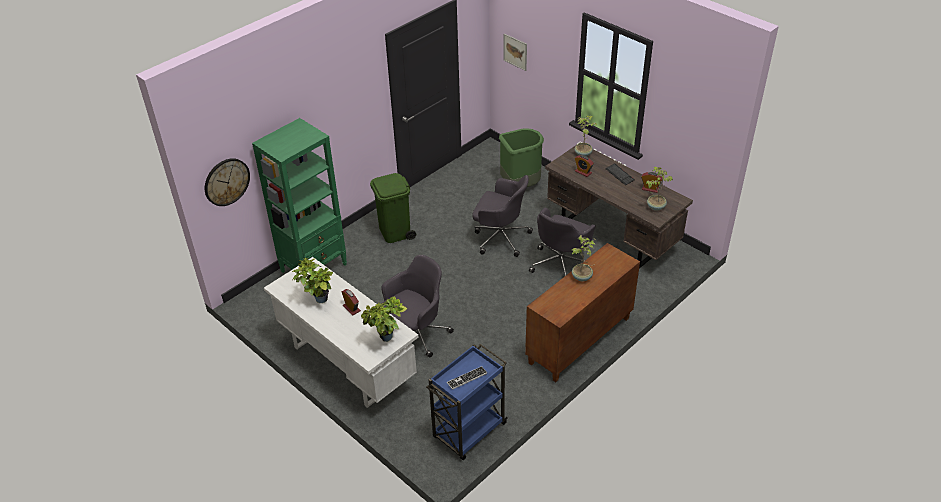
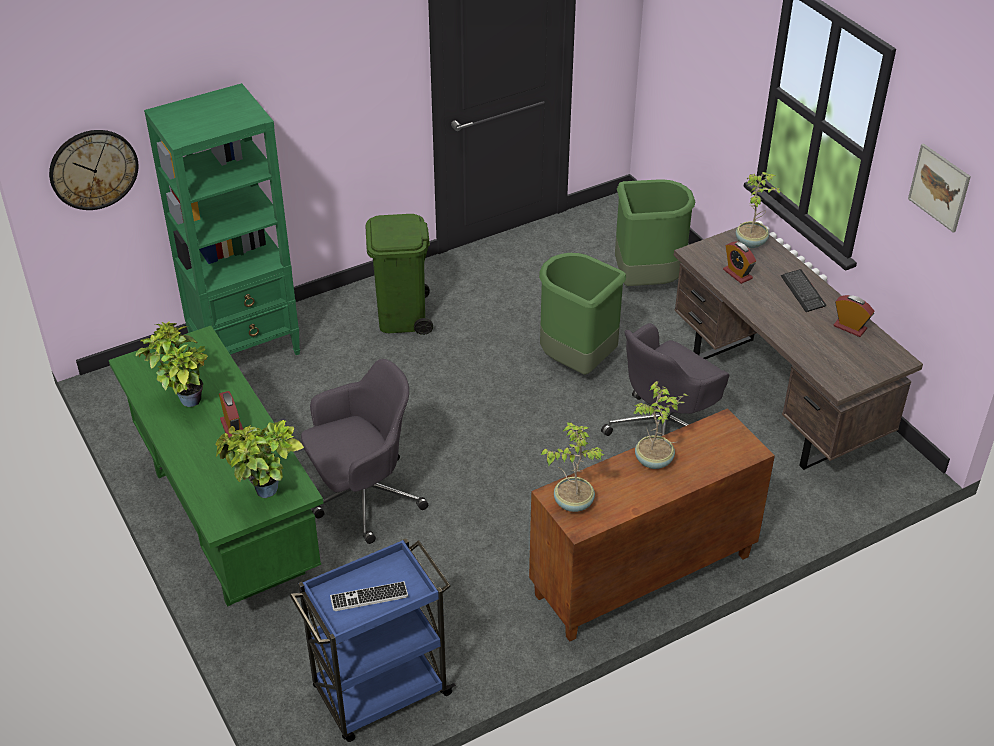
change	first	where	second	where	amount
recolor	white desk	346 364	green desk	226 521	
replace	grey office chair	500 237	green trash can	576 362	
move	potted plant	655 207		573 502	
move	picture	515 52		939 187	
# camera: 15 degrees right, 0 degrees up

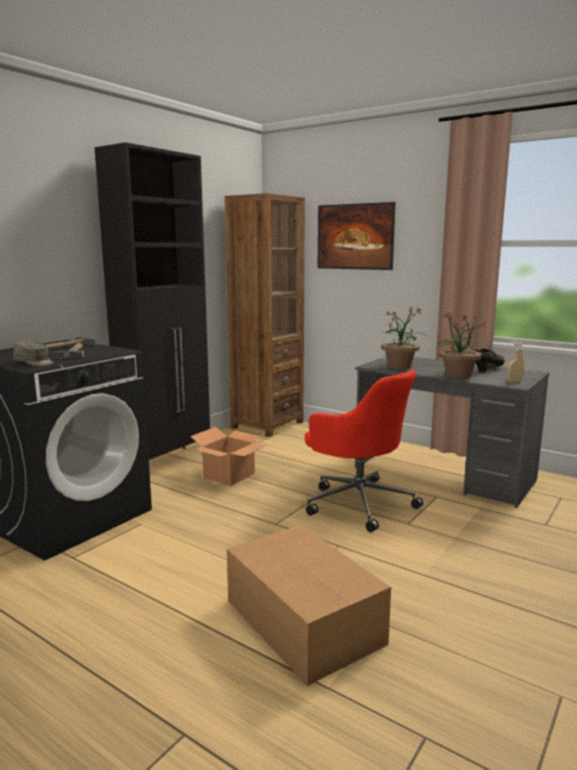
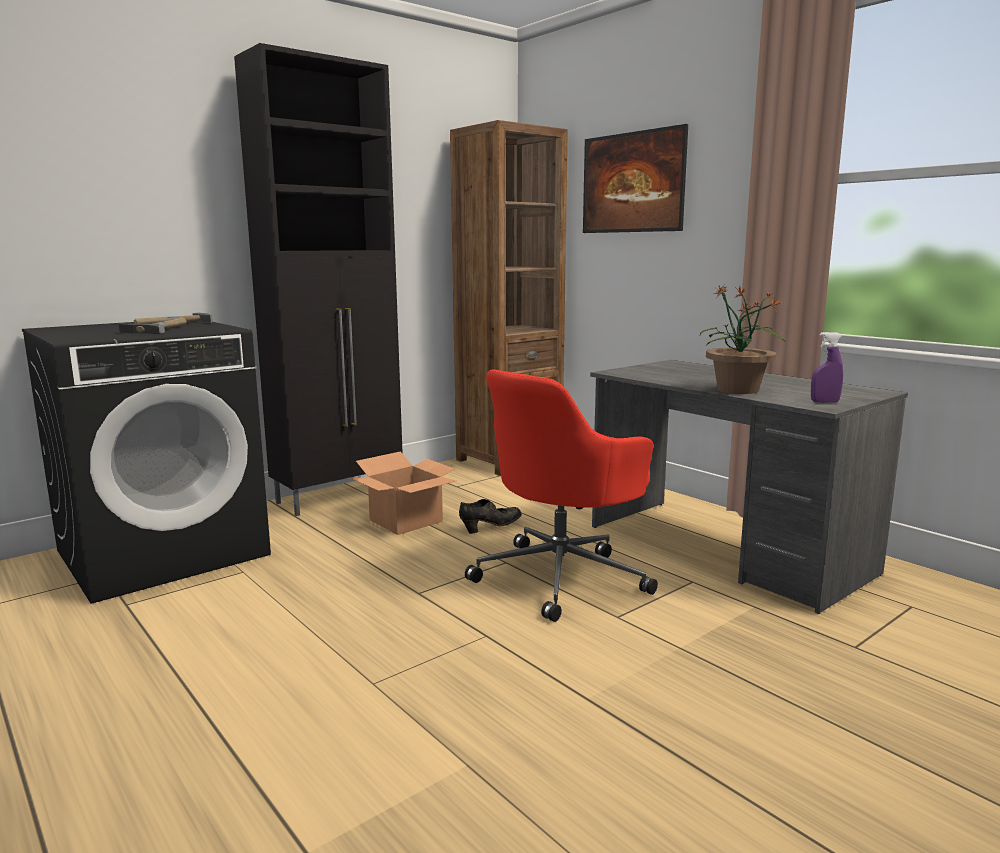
change	first	where	second	where	amount
move	black shoe	488 369		491 528	
rotate	red office chair	358 502		562 577	75 degrees clockwise
recolor	beige spray bottle	514 382	purple spray bottle	824 402	
delete	grey cap	35 363			
delete	cardboard box	304 623			
delete	potted plant	399 366			
# camera: 15 degrees right, 0 degrees up

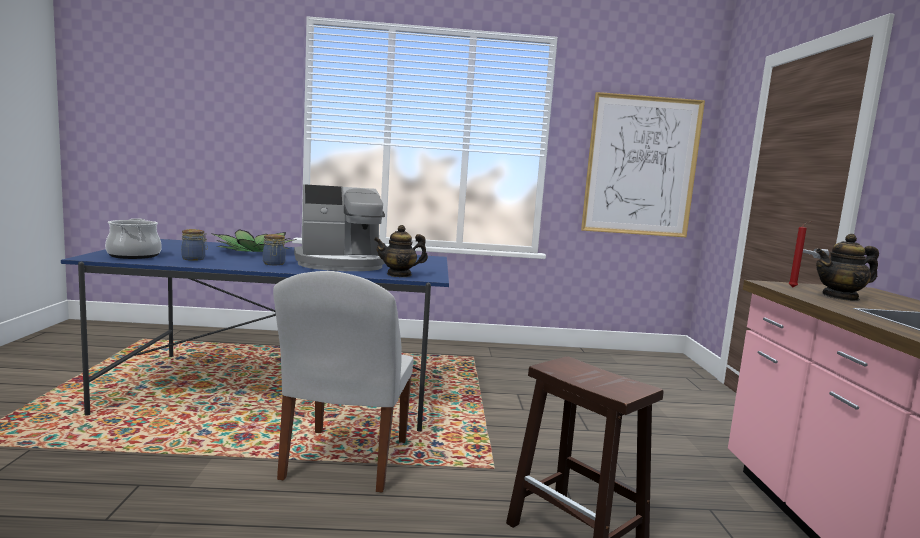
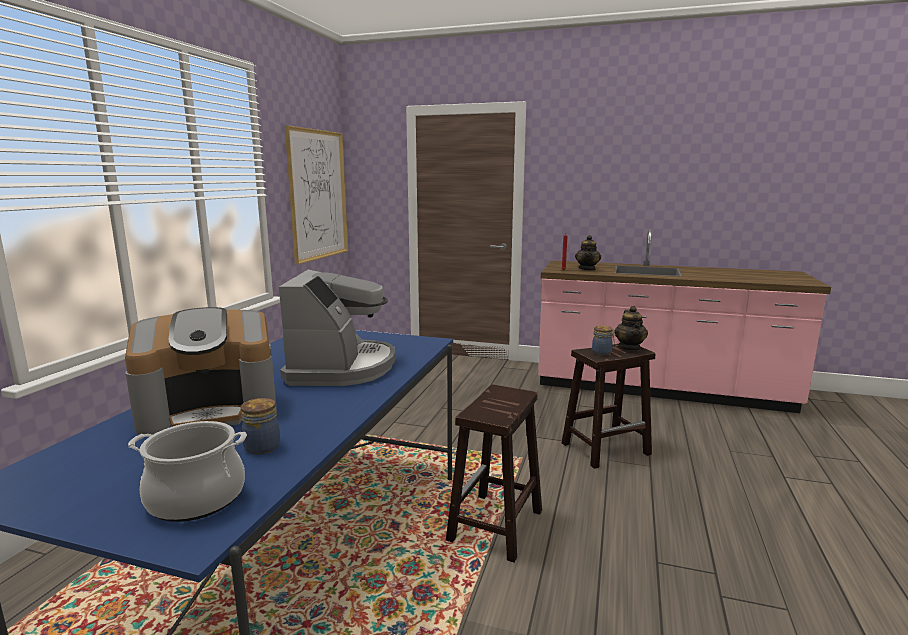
change	first	where	second	where	amount
replace	potted plant	254 251	coffee machine	211 409	
replace	white chair	344 461	brown stool	495 526	
move	jar	274 264		602 352	
move	teapot	399 275		629 348	
# camera: 70 degrees left, 5 degrees up

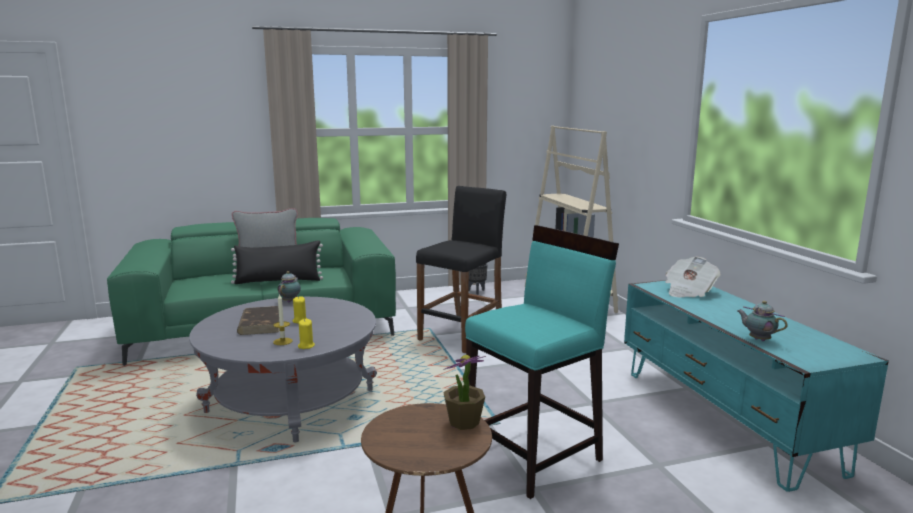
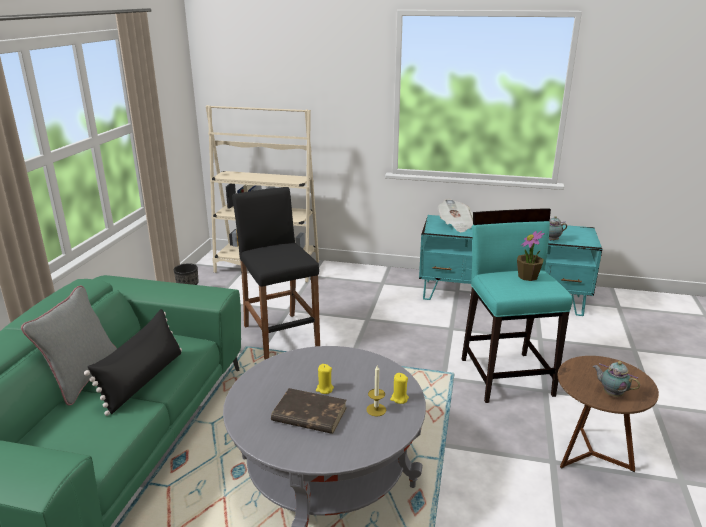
change	first	where	second	where	amount
move	potted plant	463 422		528 276	
move	teapot	290 301		611 393	
# camera: 60 degrees left, 10 degrees up

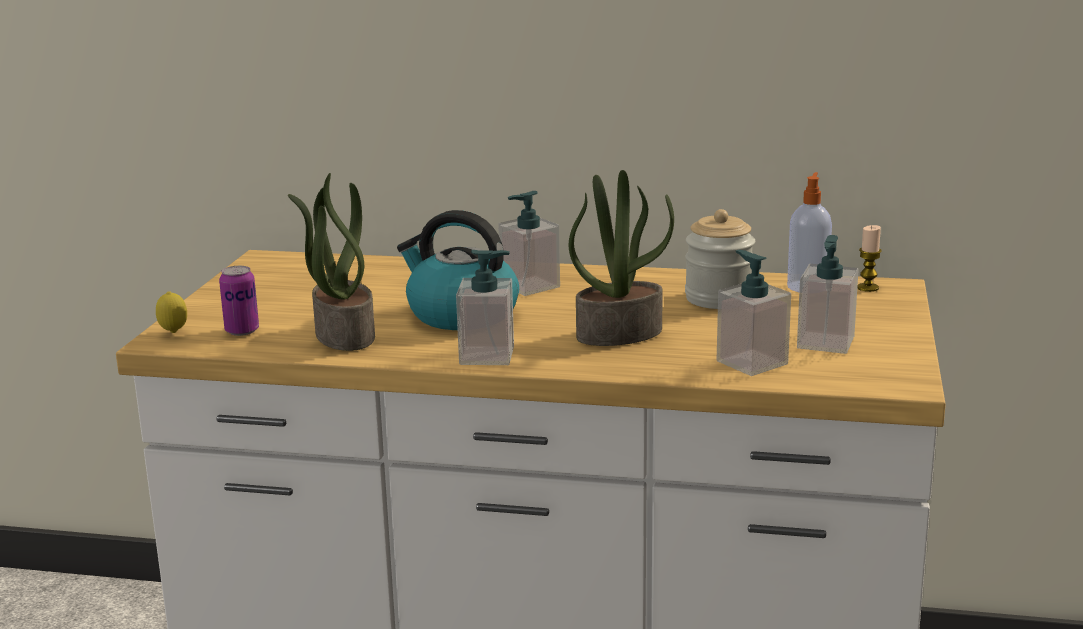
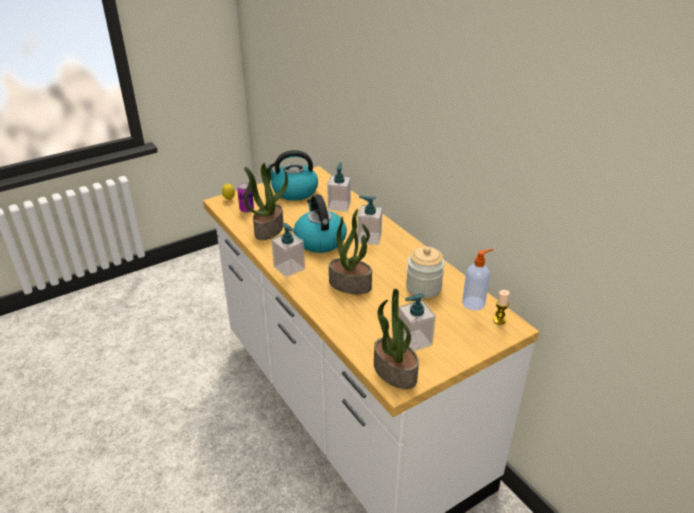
change	first	where	second	where	amount
insert			kettle	294 191	
move	soap dispenser	751 362		339 205	
insert			potted plant	393 372	
# camera: 45 degrees right, 15 degrees up

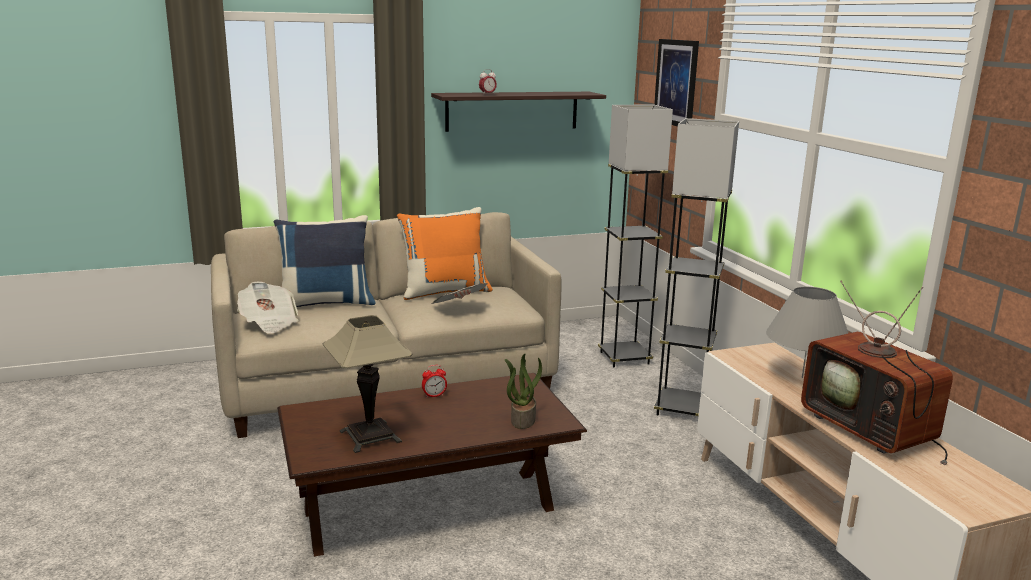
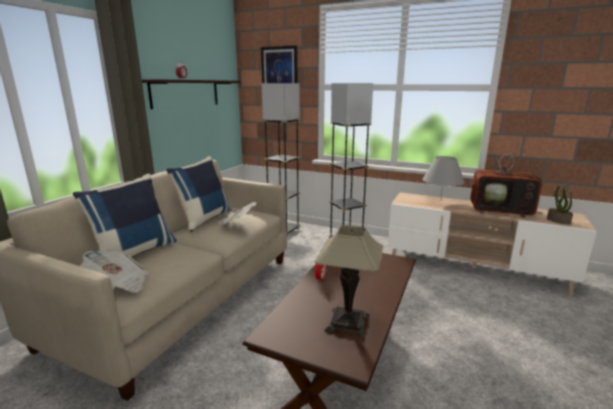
change	first	where	second	where	amount
recolor	orange pillow	445 291	blue pillow	204 219	
move	potted plant	522 419		558 221	
# camera: 45 degrees left, 0 degrees up

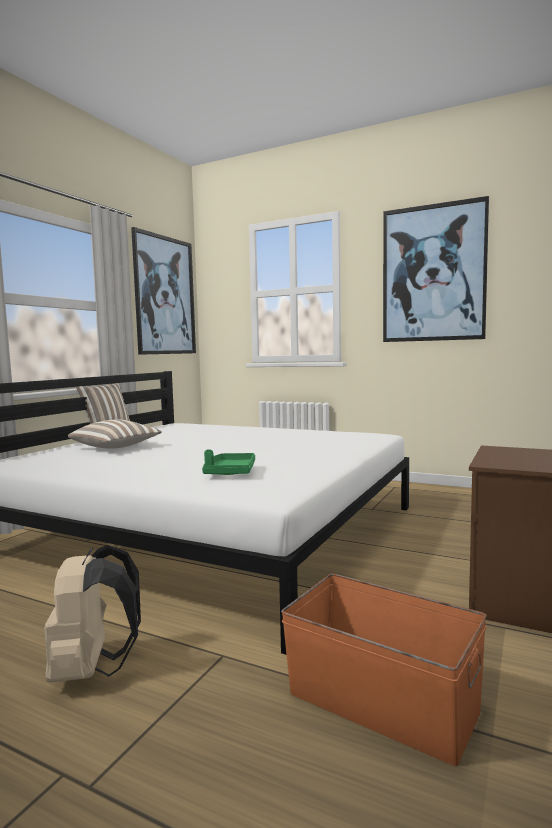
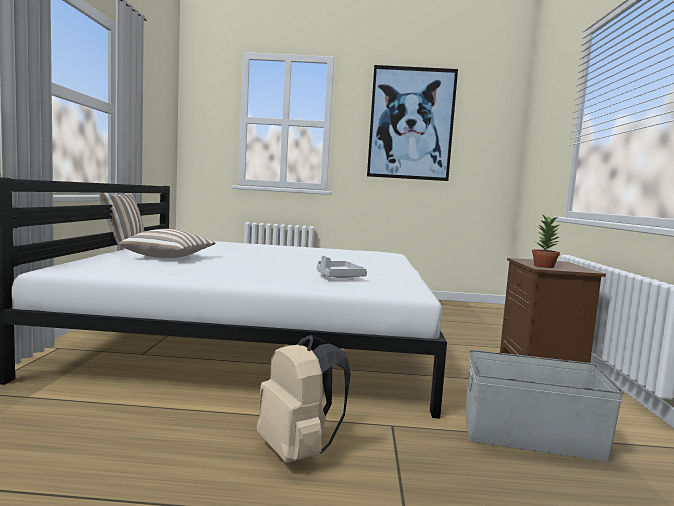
change	first	where	second	where	amount
recolor	green tray	230 472	grey tray	337 277	
recolor	orange storage box	382 703	grey storage box	532 436	
insert			potted plant	543 266	
delete	picture	165 295			
# camera: 25 degrees left, 0 degrees up

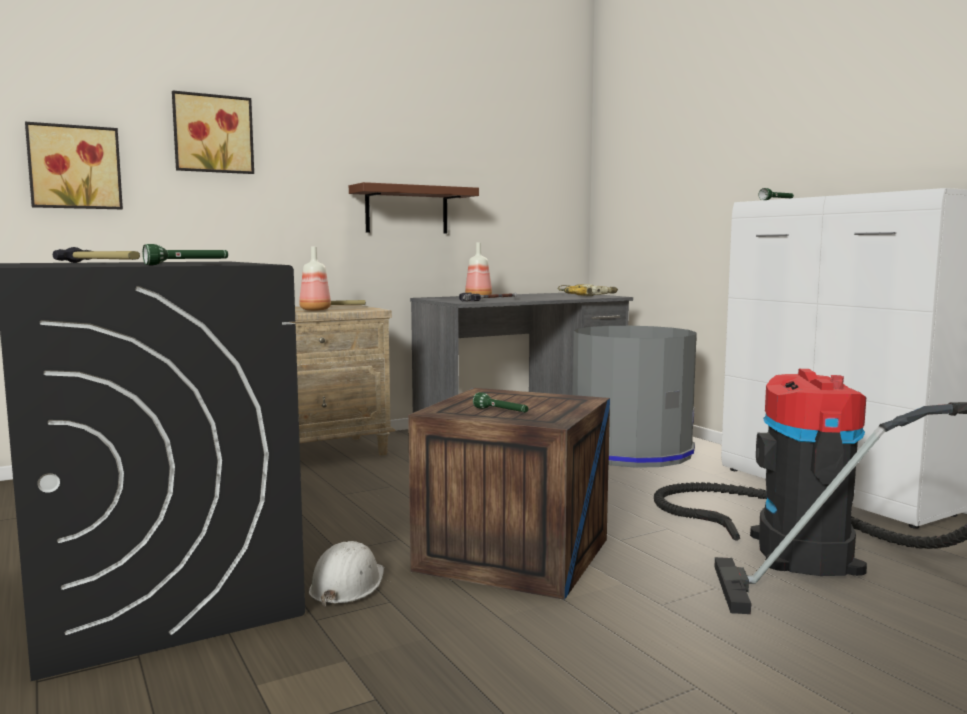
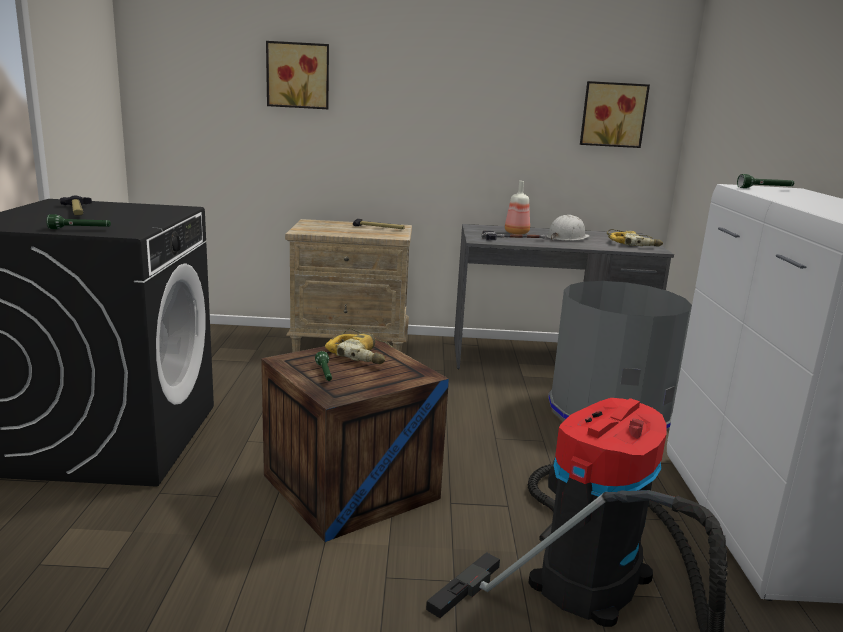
change	first	where	second	where	amount
insert			power drill	361 354	
move	white hard hat	347 585		567 238	
move	picture	75 167		613 114	
delete	bottle	315 310			
delete	brown shelf	407 210			
# camera: 30 degrees right, 10 degrees up

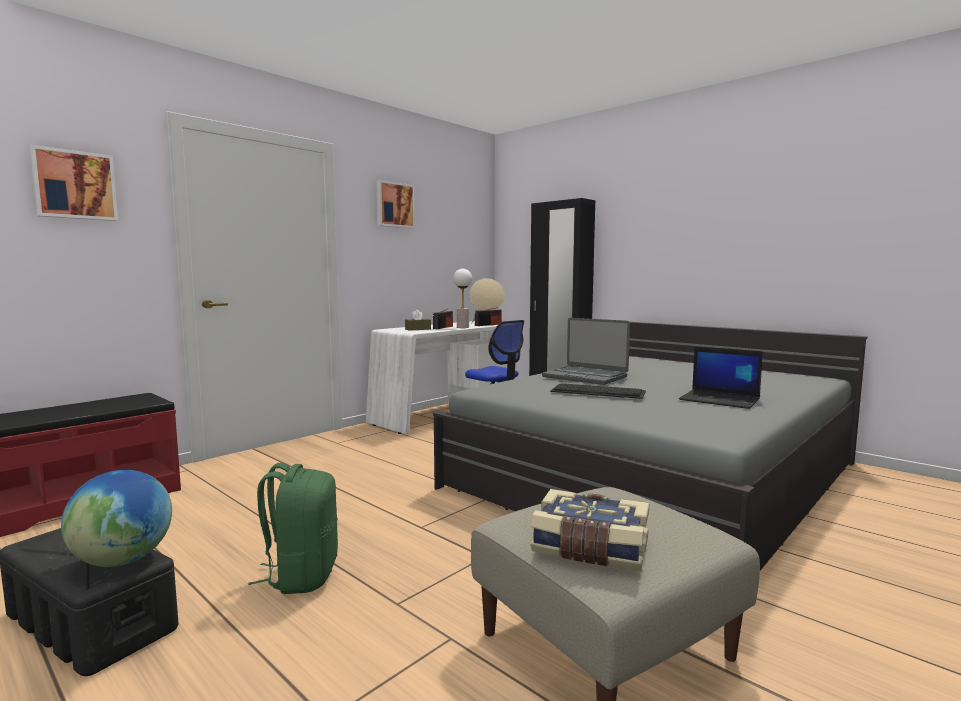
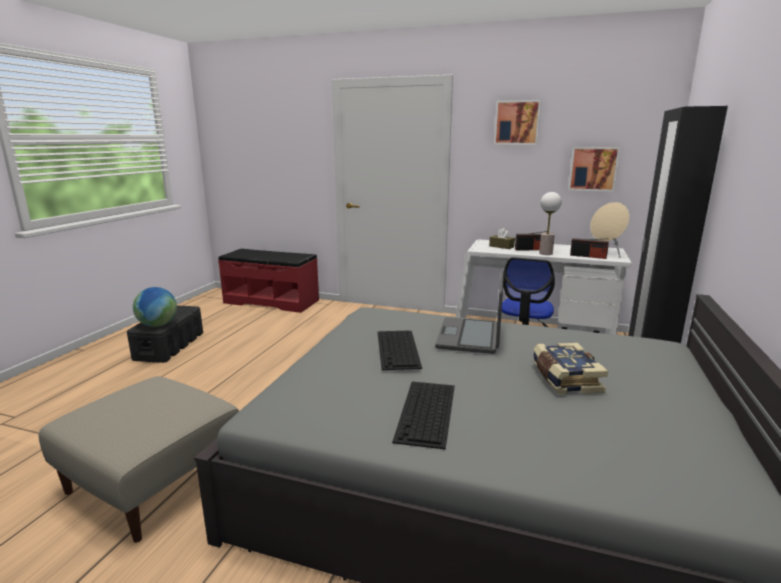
change	first	where	second	where	amount
replace	laptop	720 400	keyboard	427 412	
move	book	590 548		564 379	
move	picture	75 185		593 168	
delete	green backpack	302 575			
# camera: 65 degrees right, 10 degrees up

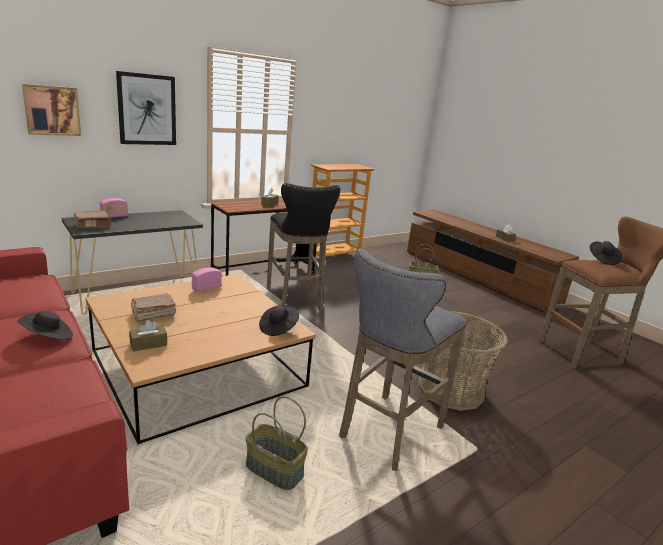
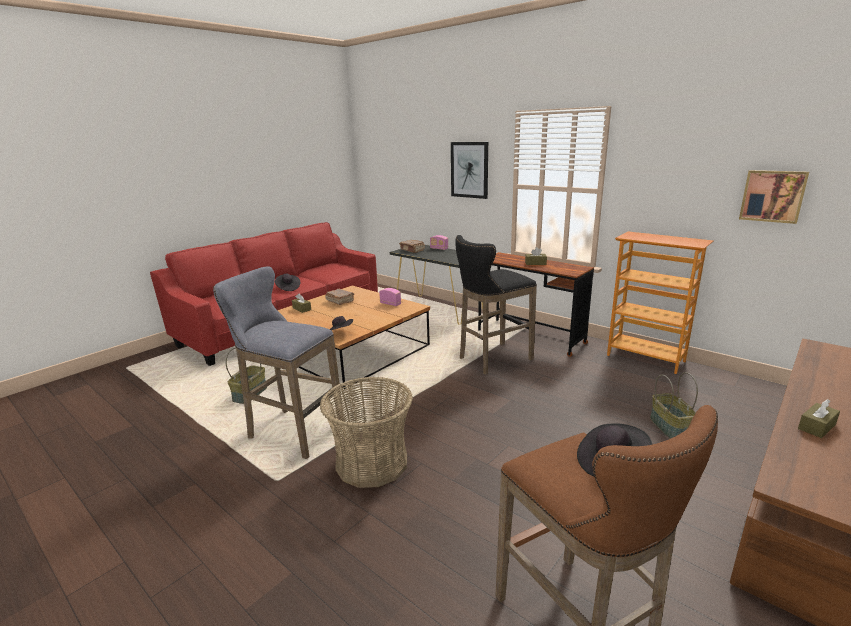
change	first	where	second	where	amount
move	picture	52 110		773 196	
# camera: 80 degrees right, 0 degrees up

